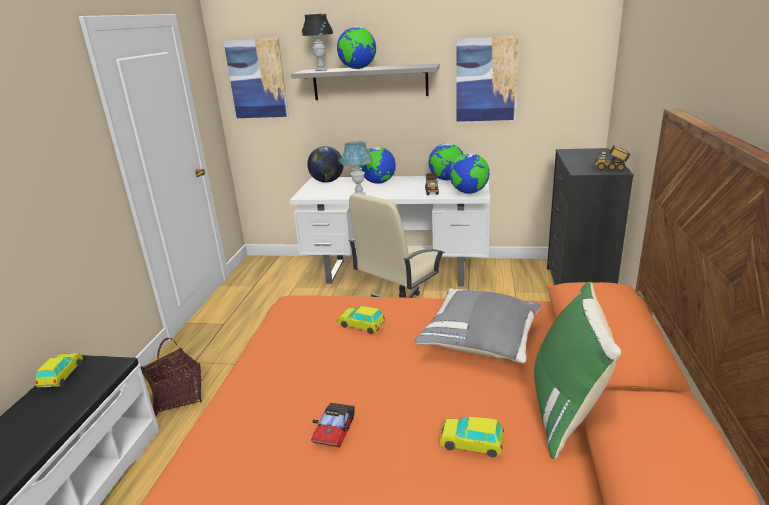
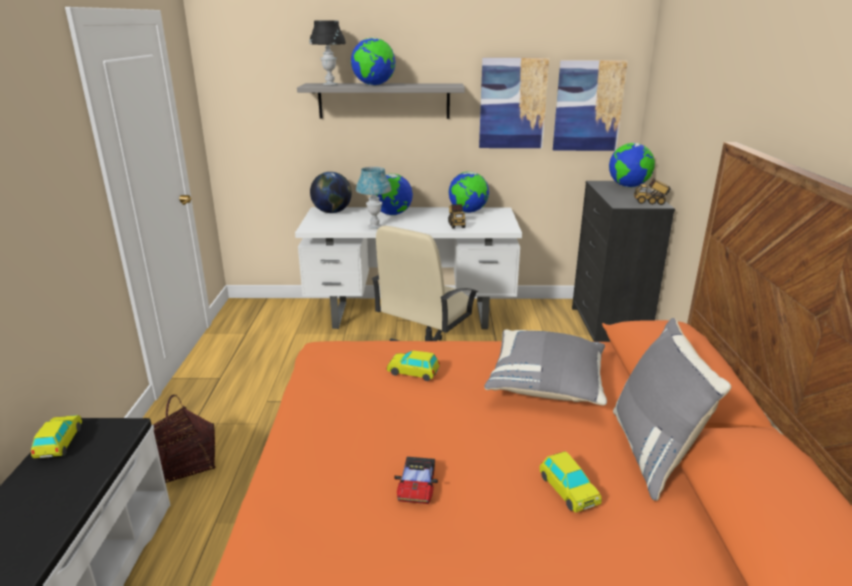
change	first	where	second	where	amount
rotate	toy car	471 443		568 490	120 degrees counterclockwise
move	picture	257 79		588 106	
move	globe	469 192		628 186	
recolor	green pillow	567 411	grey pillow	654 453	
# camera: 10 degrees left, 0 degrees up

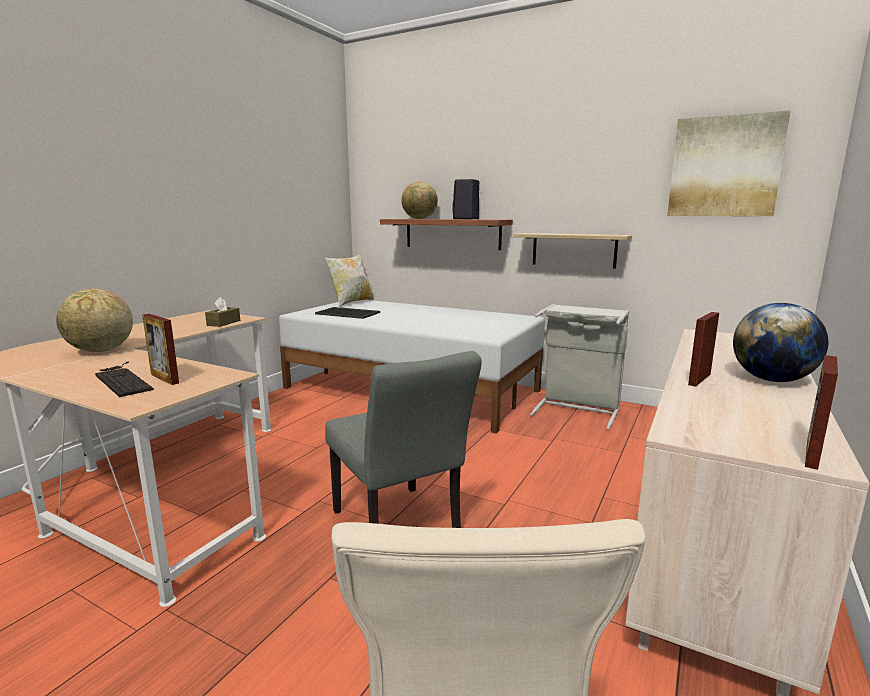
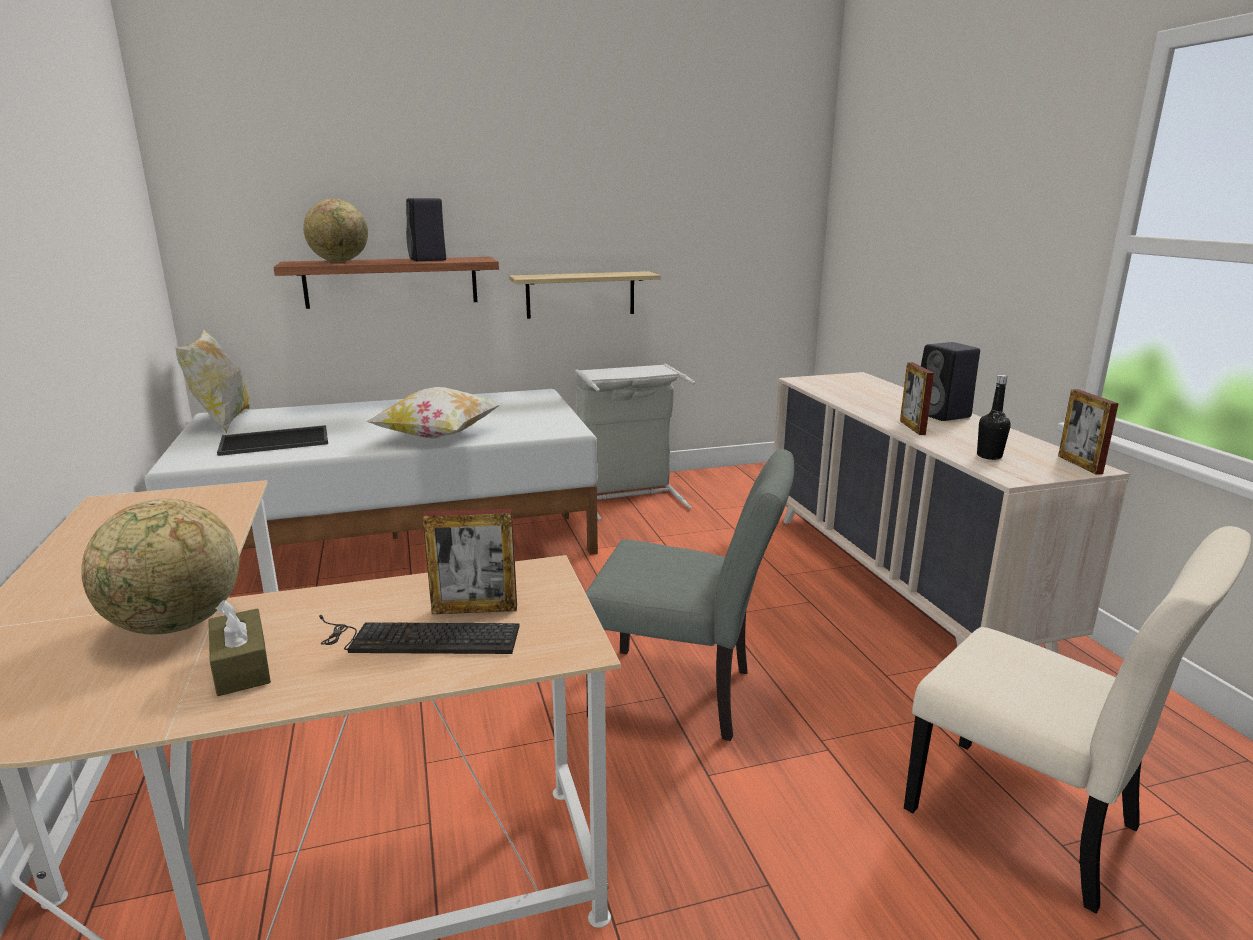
change	first	where	second	where	amount
move	brown tissue box	223 323		242 666	
insert			pillow	439 436	
replace	globe	772 380	black speaker	943 415	
insert			black bottle	989 456	
delete	picture	724 167			
# camera: 45 degrees left, 5 degrees up

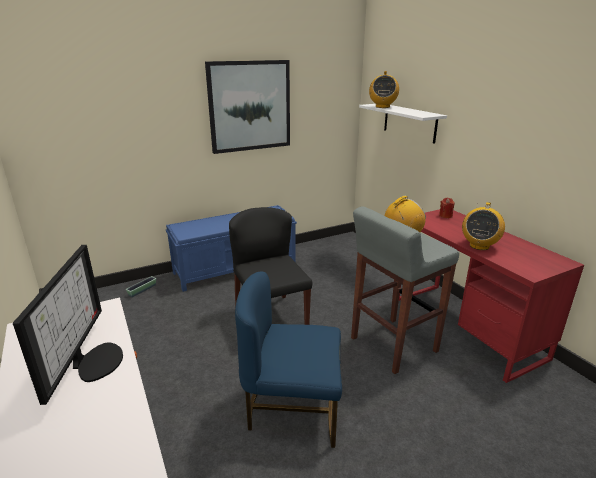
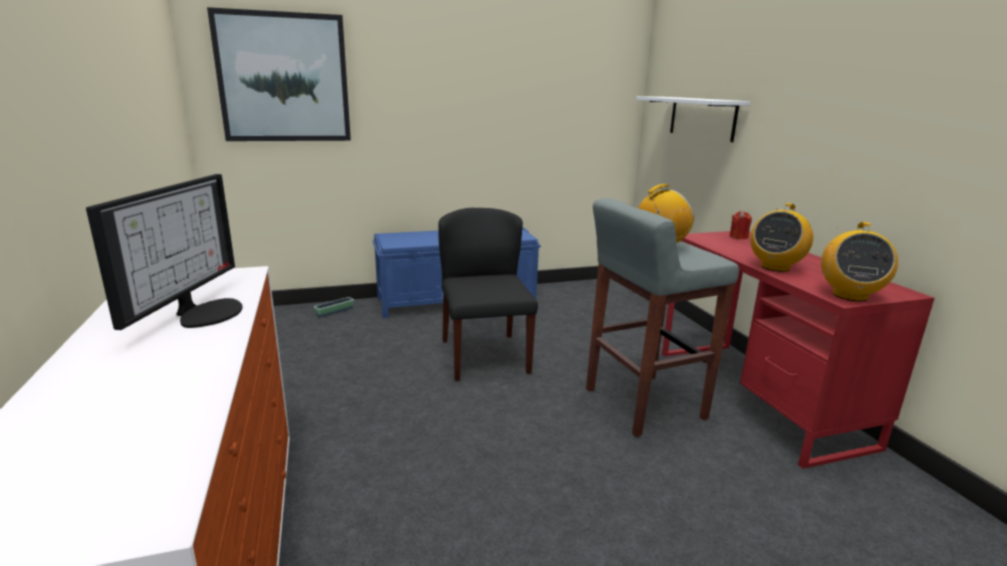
change	first	where	second	where	amount
move	picture	250 106		284 78	
move	radio	382 107		849 295	
delete	blue chair	293 409			
# camera: 10 degrees right, 5 degrees down

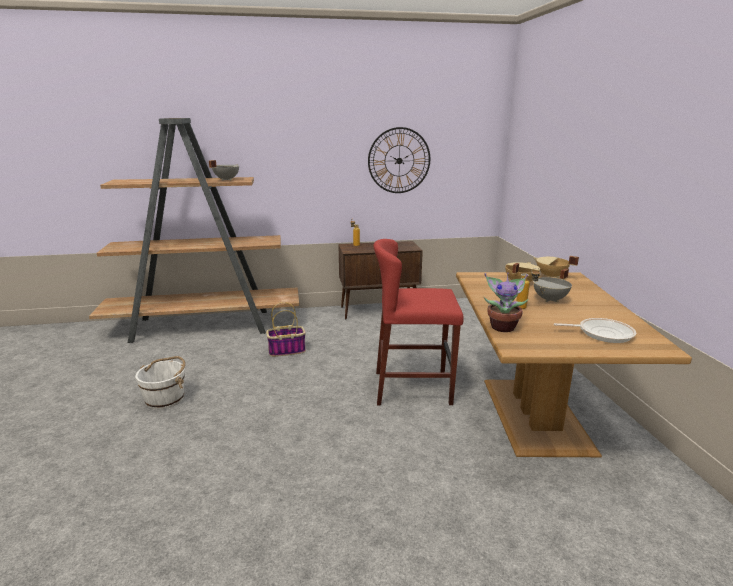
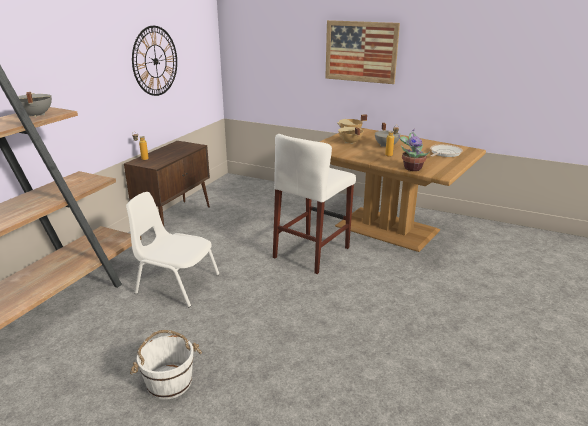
change	first	where	second	where	amount
replace	basket	287 350	white chair	176 284	
recolor	red stool	412 388	white stool	311 252	
insert			picture	361 52	
# camera: 55 degrees left, 5 degrees up

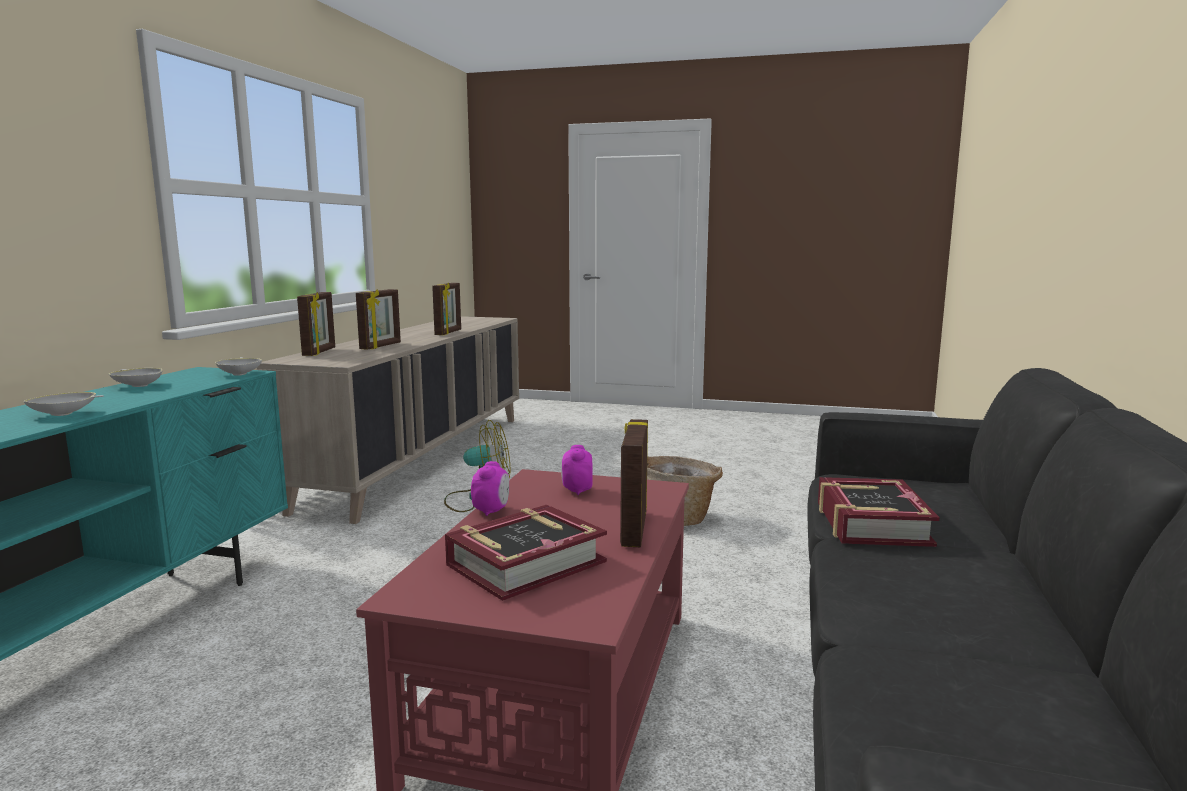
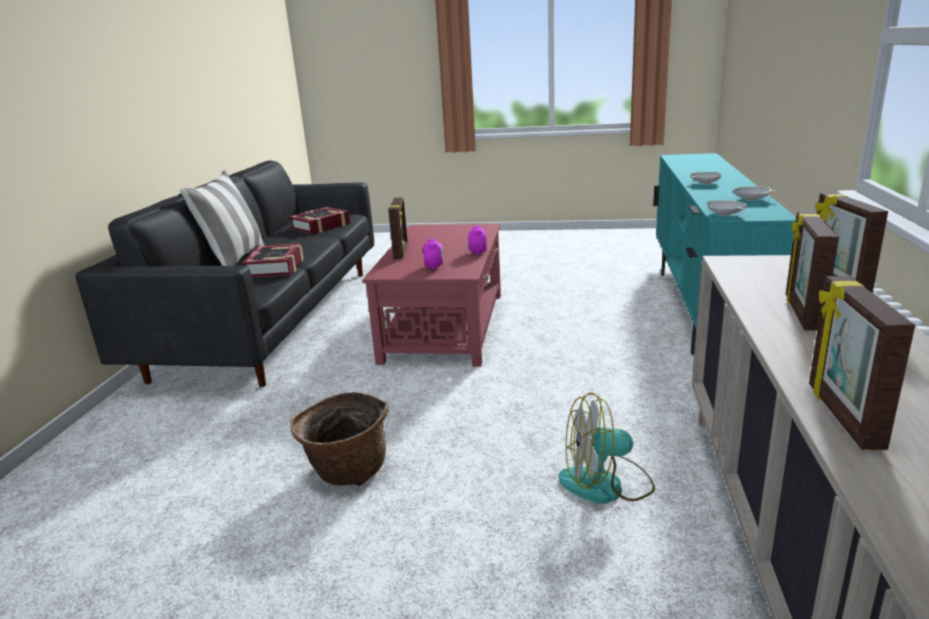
change	first	where	second	where	amount
insert			pillow	234 260	
move	book	525 563		320 226	
# camera: 175 degrees right, 10 degrees up

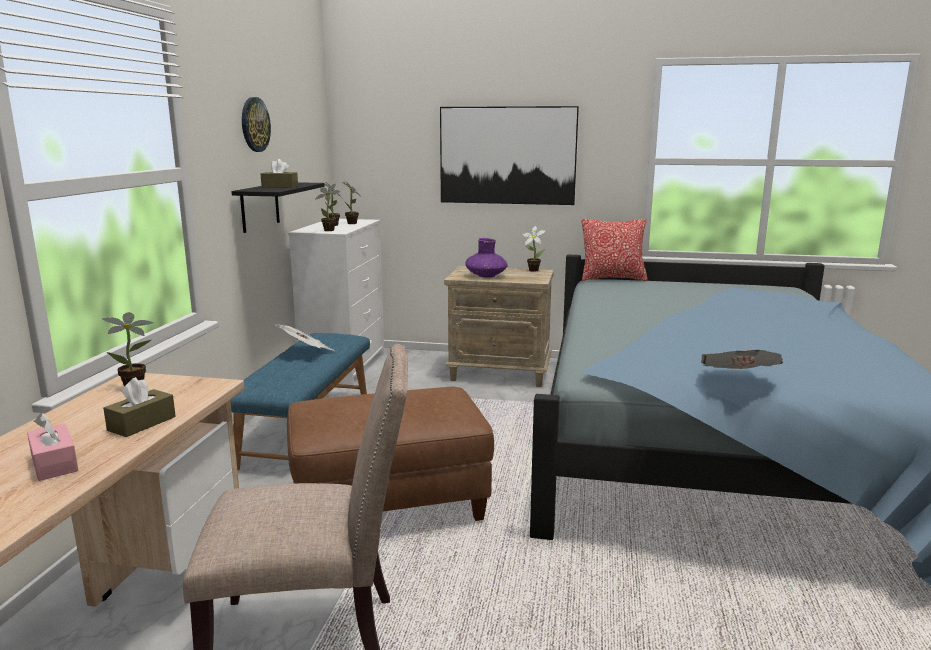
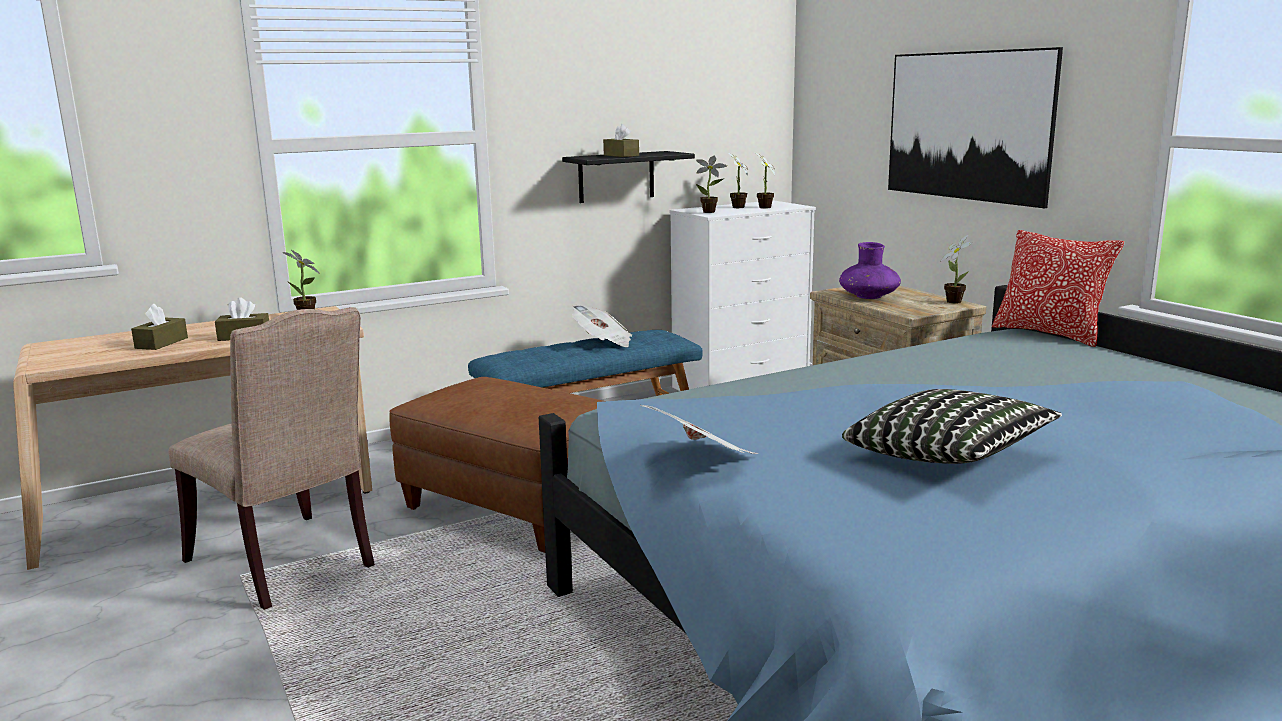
change	first	where	second	where	amount
recolor	pink tissue box	54 463	brown tissue box	161 343	
insert			pillow	947 458	
delete	wall clock	254 124			
# camera: 50 degrees right, 0 degrees up

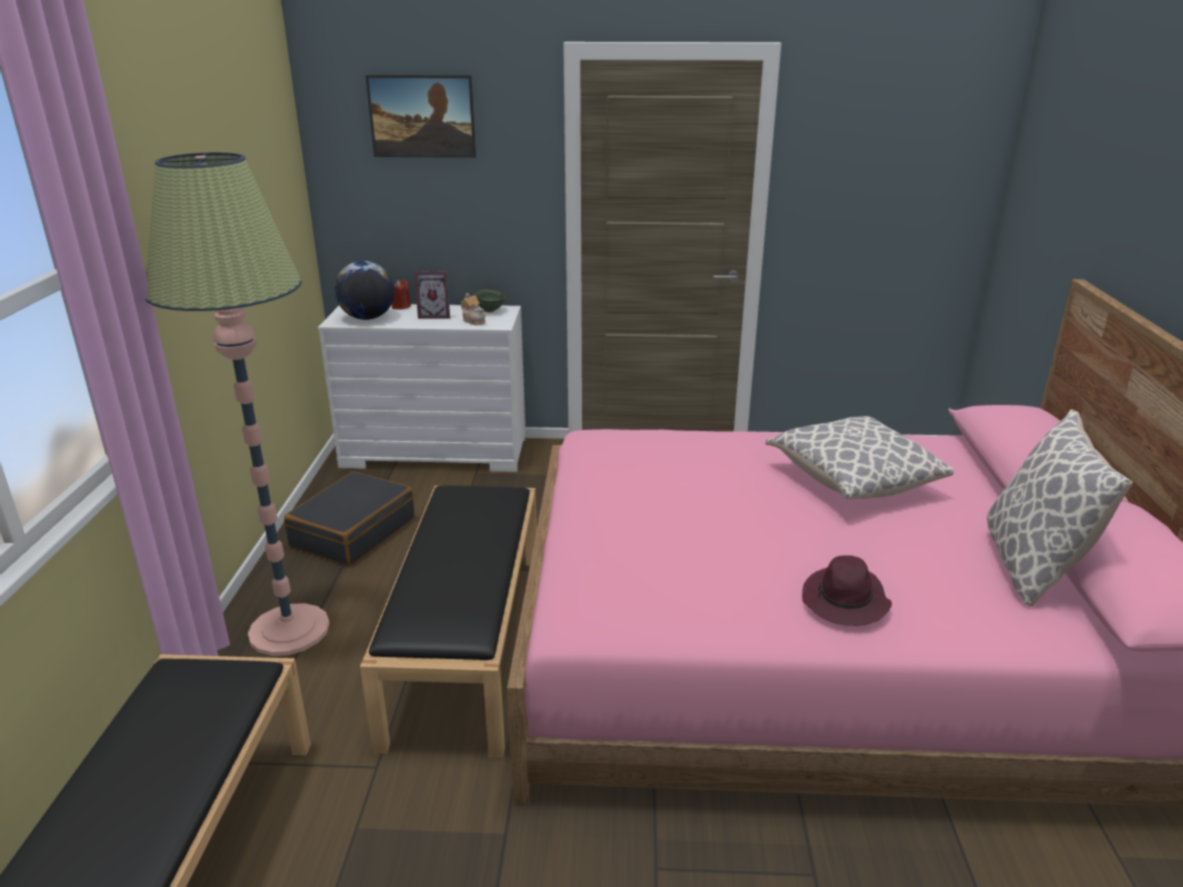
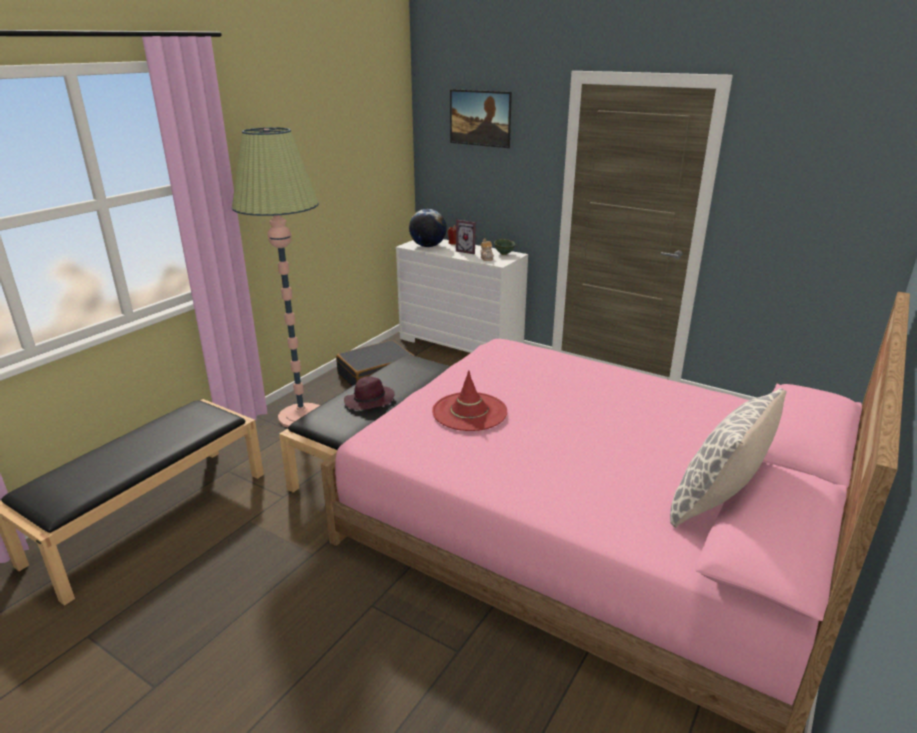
change	first	where	second	where	amount
move	purple hat	845 602		369 401	
insert			red hat	469 412	
delete	pillow	852 480			
# camera: 30 degrees right, 0 degrees up

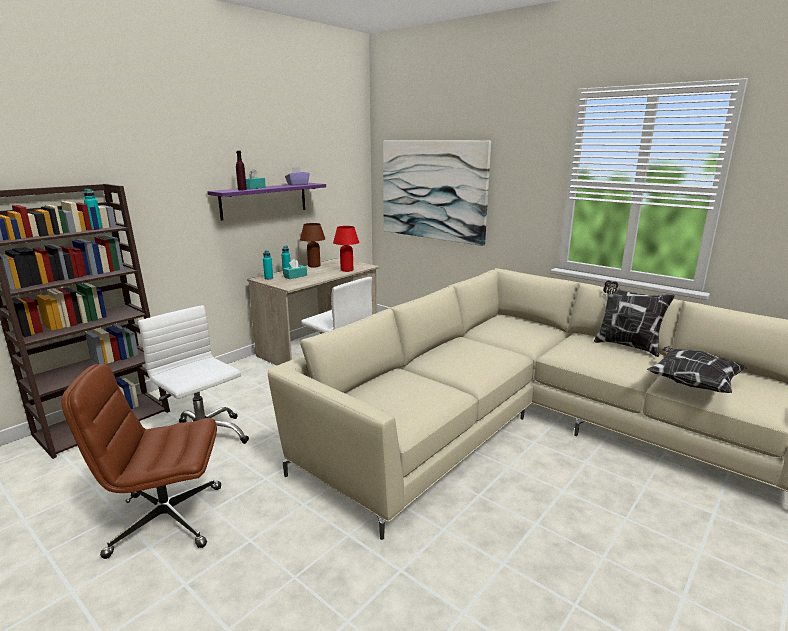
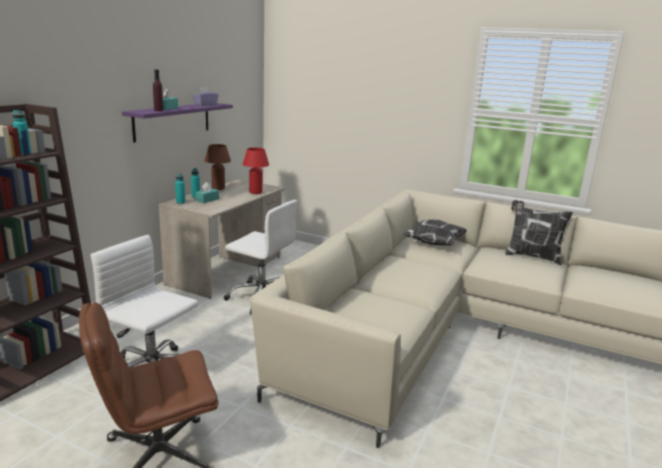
change	first	where	second	where	amount
move	pillow	691 383		433 243	
delete	picture	433 190			
# camera: 15 degrees left, 0 degrees up

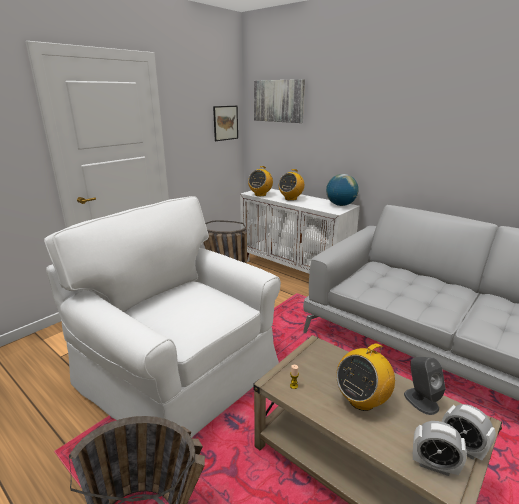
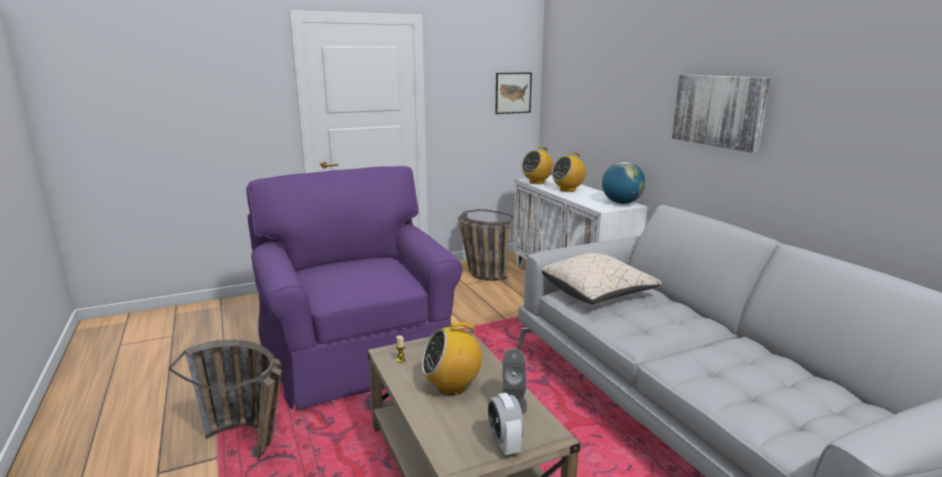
change	first	where	second	where	amount
recolor	white armchair	181 373	purple armchair	359 353	
insert			beige pillow	597 293	
move	picture	279 101		718 111	
delete	alarm clock	434 465			
# camera: 25 degrees right, 5 degrees down

